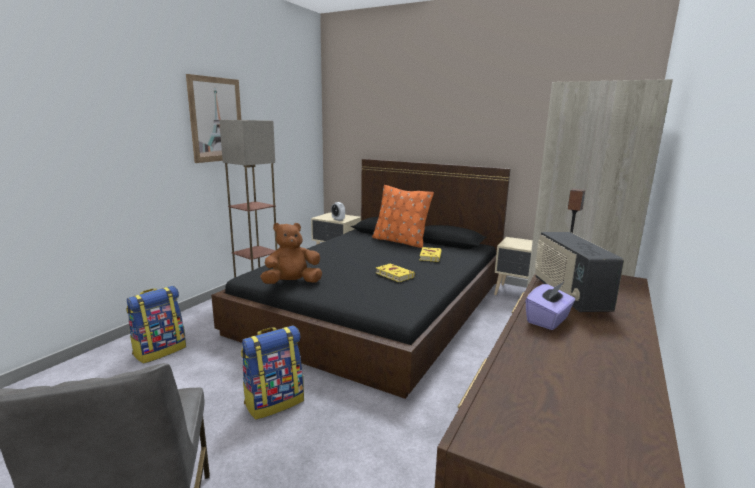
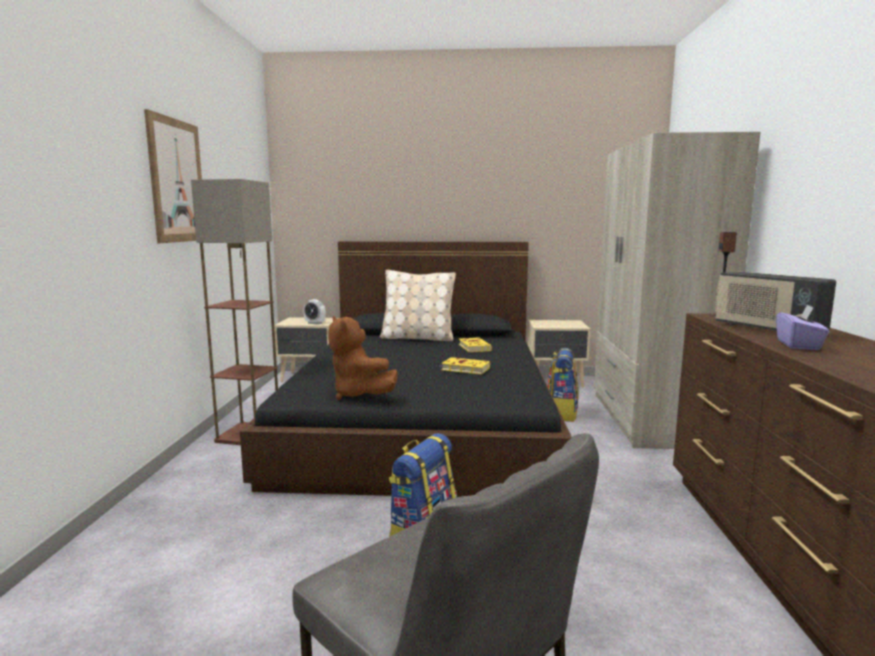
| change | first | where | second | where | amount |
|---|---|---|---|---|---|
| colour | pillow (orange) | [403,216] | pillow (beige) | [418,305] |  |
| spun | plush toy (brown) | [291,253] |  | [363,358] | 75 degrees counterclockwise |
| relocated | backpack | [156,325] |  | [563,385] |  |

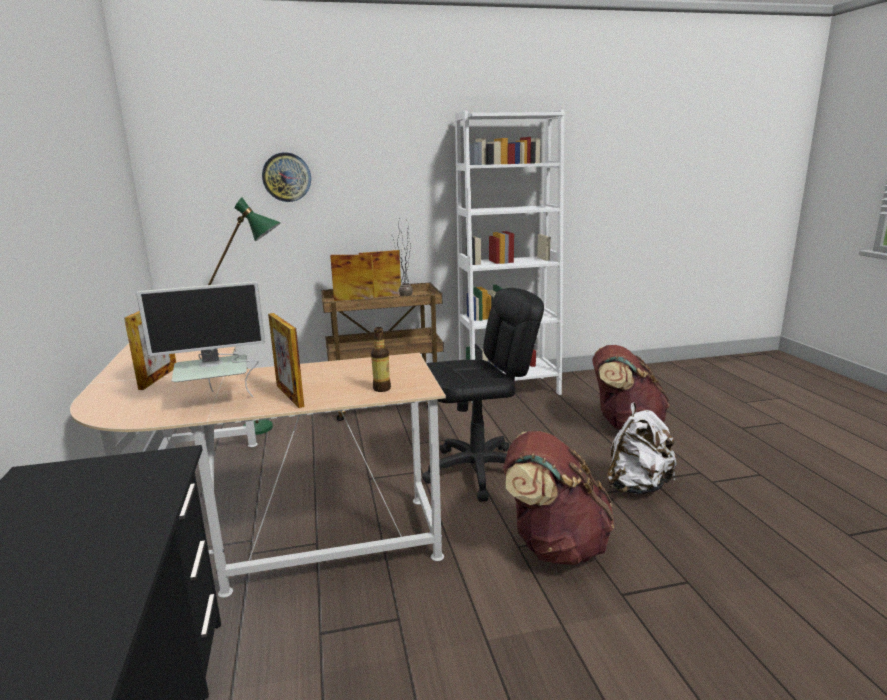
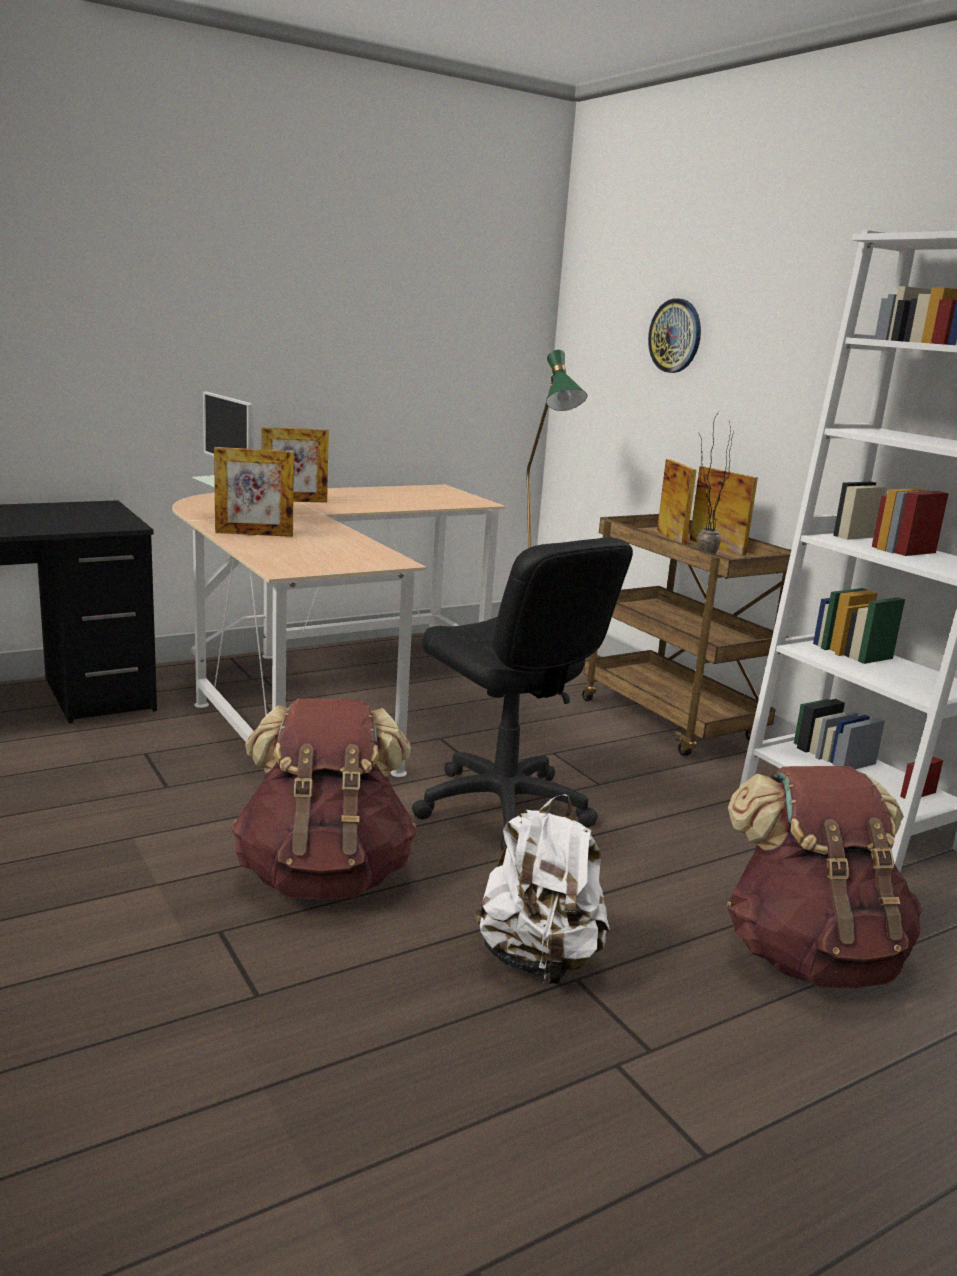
| change | first | where | second | where | amount |
|---|---|---|---|---|---|
| spun | picture frame | [286,360] |  | [254,492] | 135 degrees counterclockwise |
| missing | bottle | [381,359] |  |  |  |

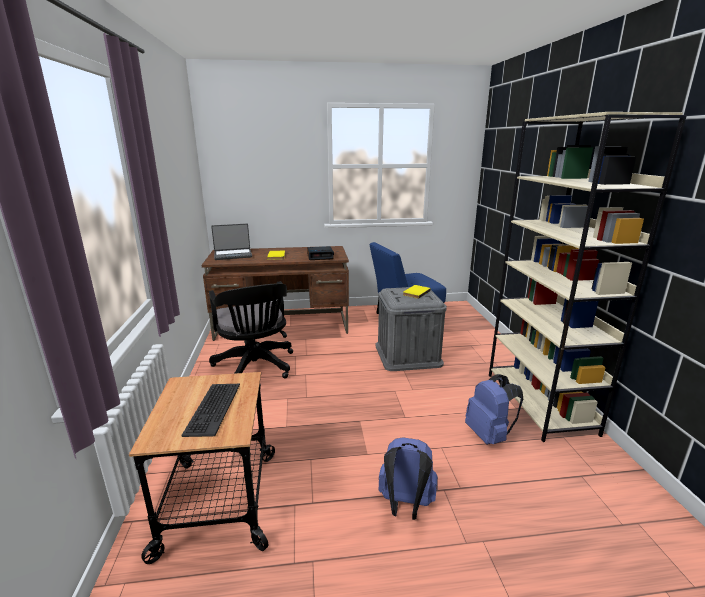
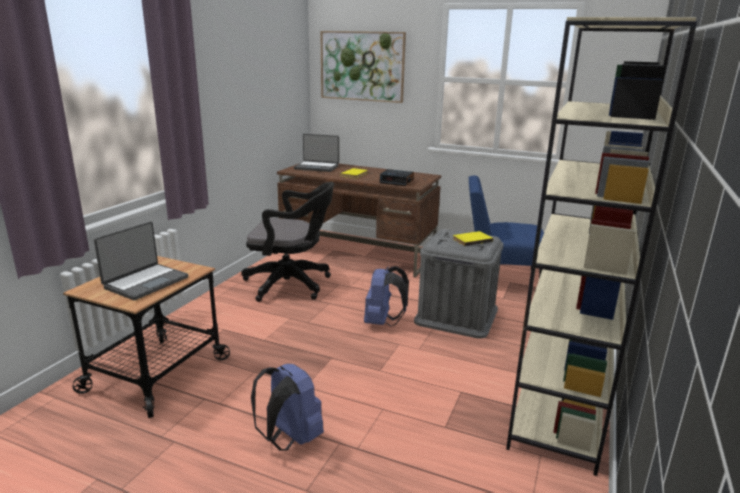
| change | first | where | second | where | amount |
|---|---|---|---|---|---|
| spun | office chair (black) | [251,329] |  | [287,242] | 90 degrees counterclockwise |
| relocated | backpack (blue) | [494,409] |  | [386,296] |  |
| exchanged | keyboard | [210,410] | laptop | [141,260] |  |
| appeared |  |  | picture | [363,67] |  |

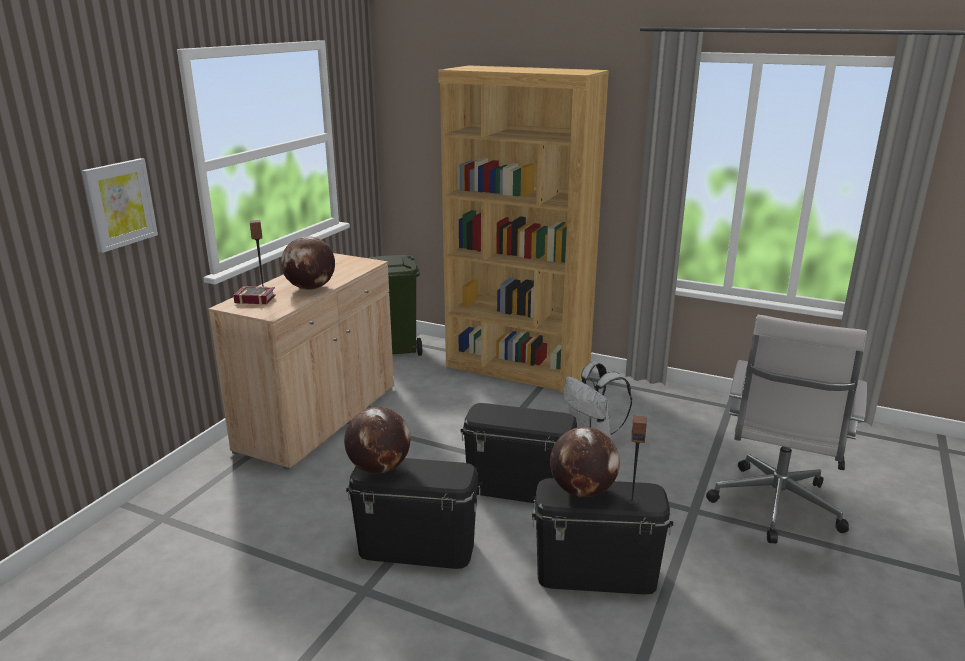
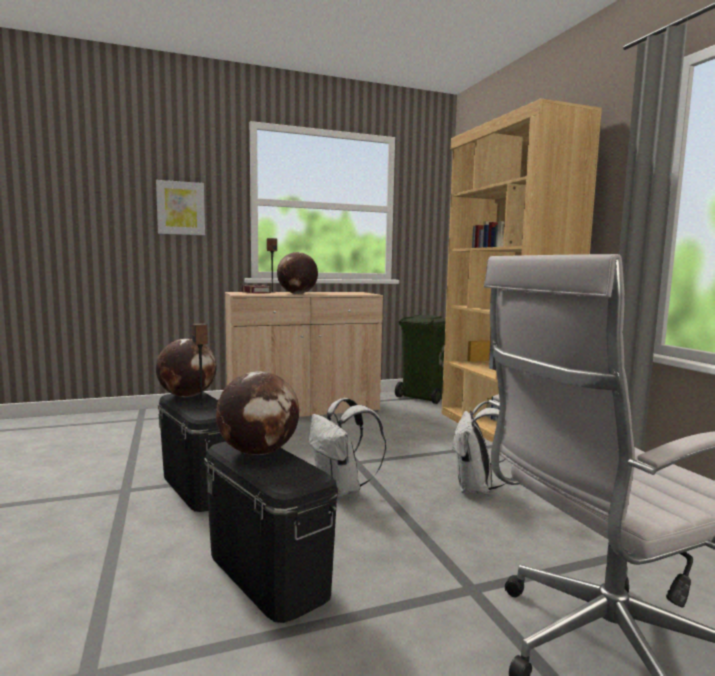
| change | first | where | second | where | amount |
|---|---|---|---|---|---|
| exchanged | storage box (black) | [518,453] | backpack (white) | [347,447] |  |
| relocated | speaker | [636,460] |  | [200,366] |  |

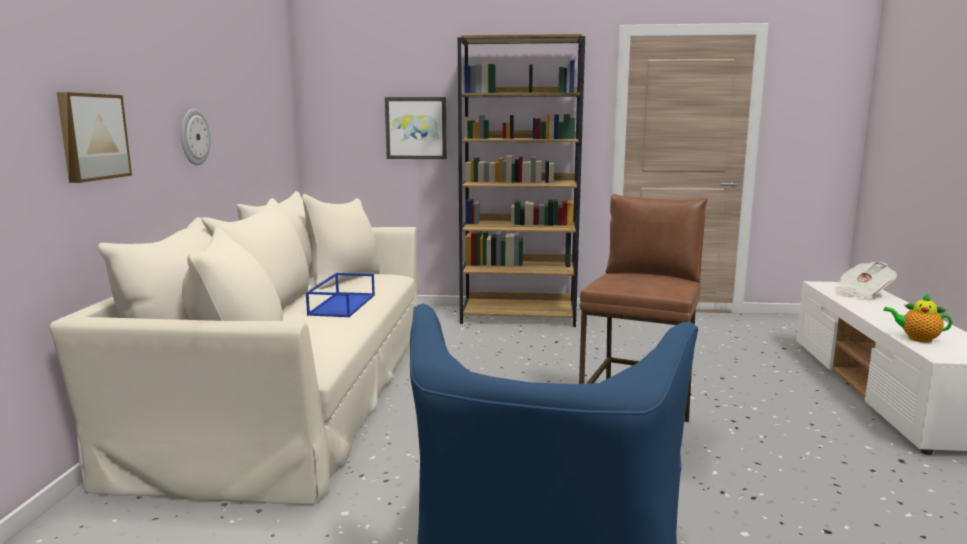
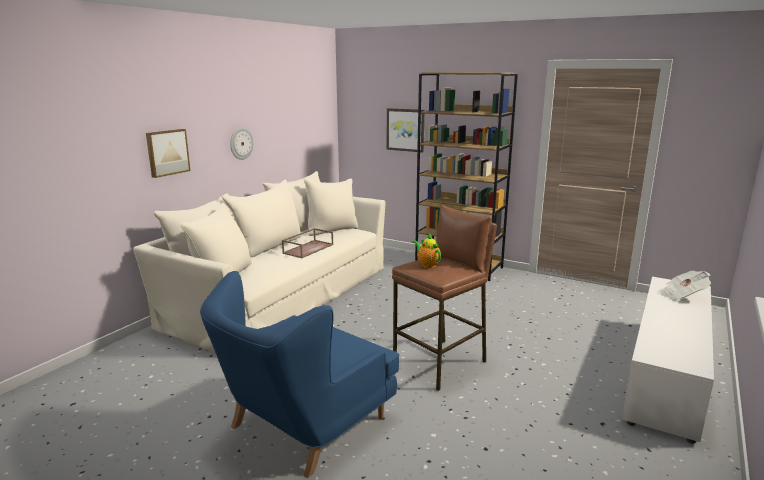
| change | first | where | second | where | amount |
|---|---|---|---|---|---|
| colour | tray (blue) | [340,295] | tray (brown) | [308,243] |  |
| relocated | teapot | [918,317] |  | [427,250] |  |

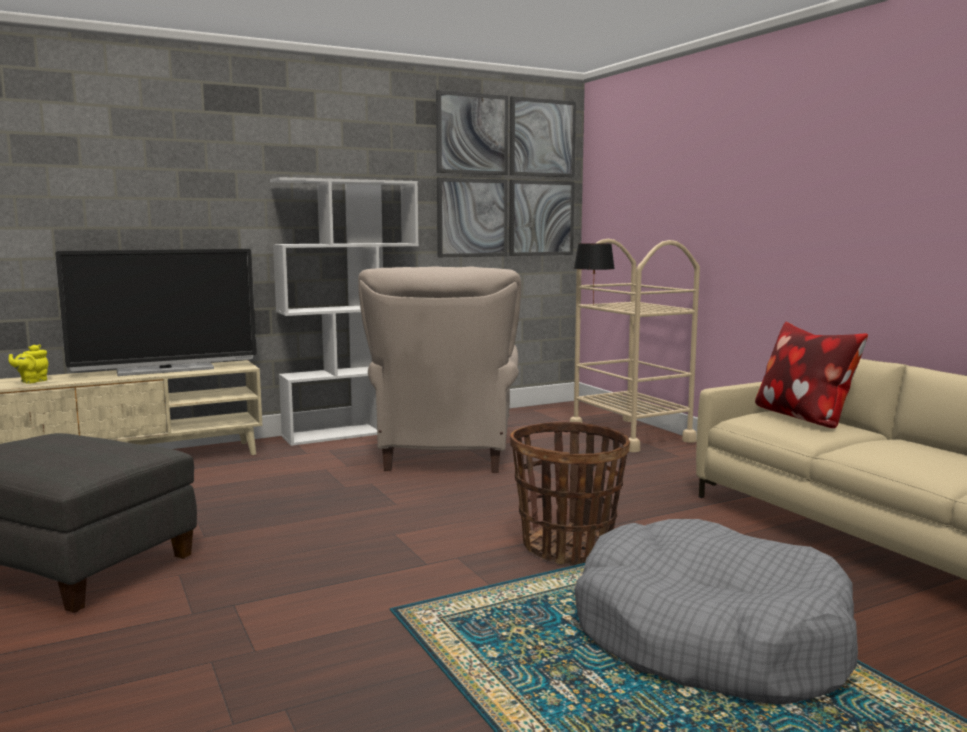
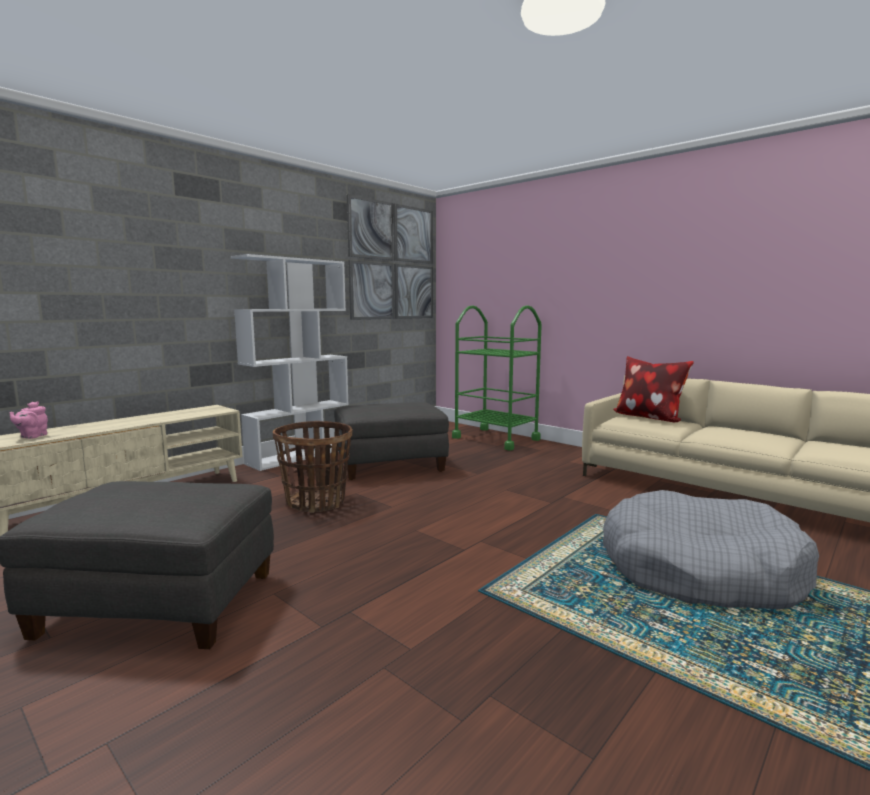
| change | first | where | second | where | amount |
|---|---|---|---|---|---|
| colour | cart (beige) | [635,345] | cart (green) | [497,377] |  |
| missing | table lamp (black) | [594,274] |  |  |  |
| missing | television | [156,312] |  |  |  |
| exchanged | armchair (beige) | [439,369] | ottoman (grey) | [391,441] |  |
| colour | teapot (yellow) | [28,364] | teapot (pink) | [29,420] |  |
| relocated | basket | [570,493] |  | [313,467] |  |

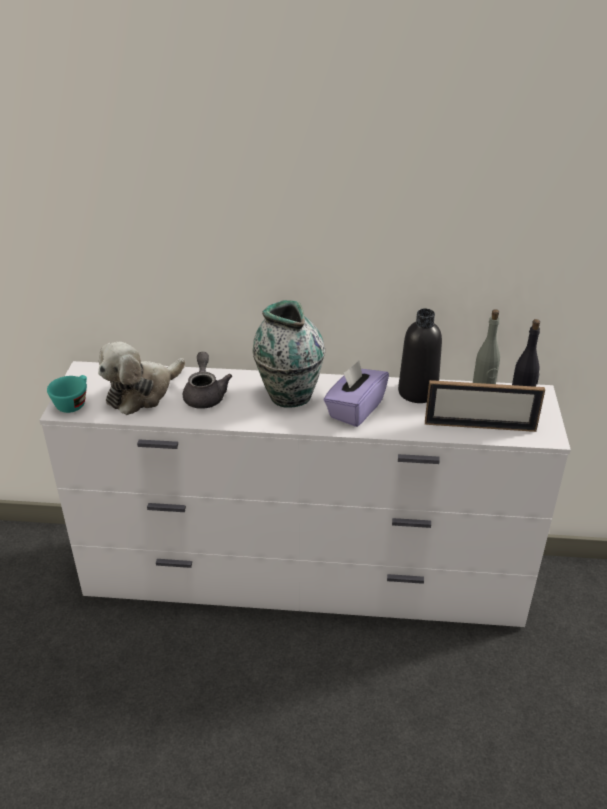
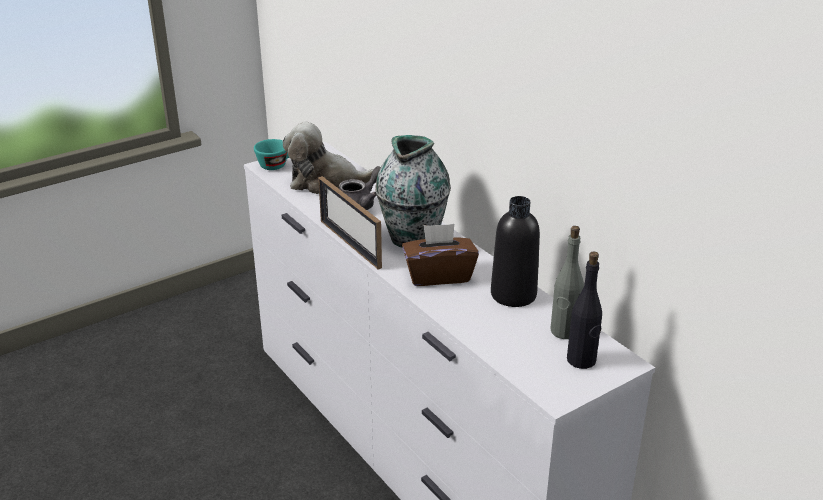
| change | first | where | second | where | amount |
|---|---|---|---|---|---|
| colour | tissue box (purple) | [356,393] | tissue box (brown) | [440,255] |  |
| relocated | picture frame | [485,406] |  | [350,223] |  |

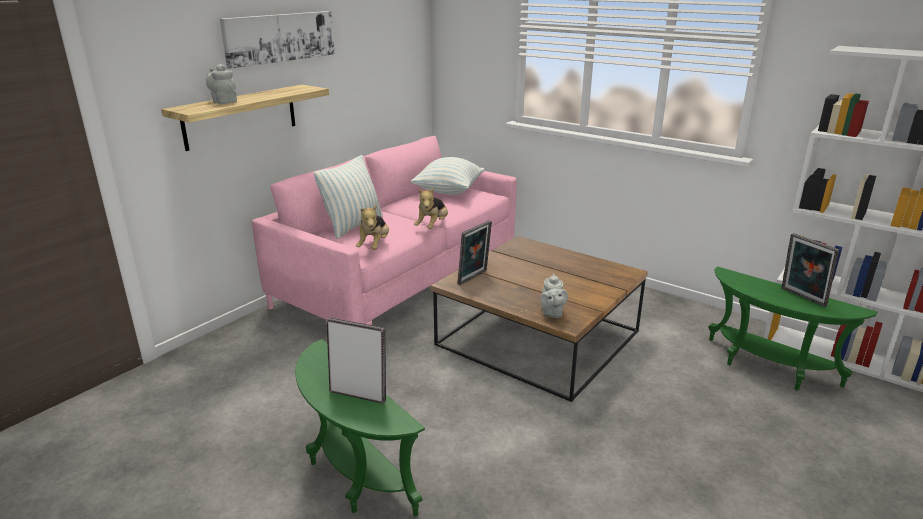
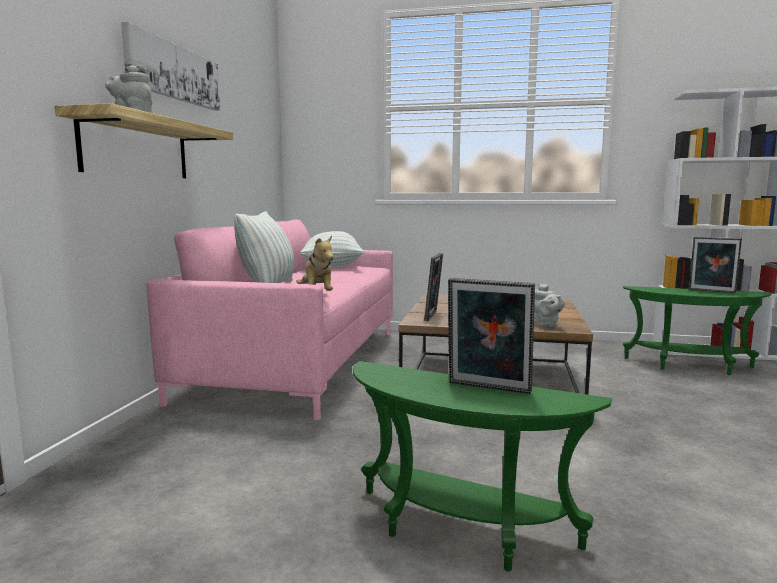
| change | first | where | second | where | amount |
|---|---|---|---|---|---|
| missing | plush toy | [431,208] |  |  |  |
| spun | picture frame | [356,360] |  | [491,336] | 150 degrees counterclockwise |

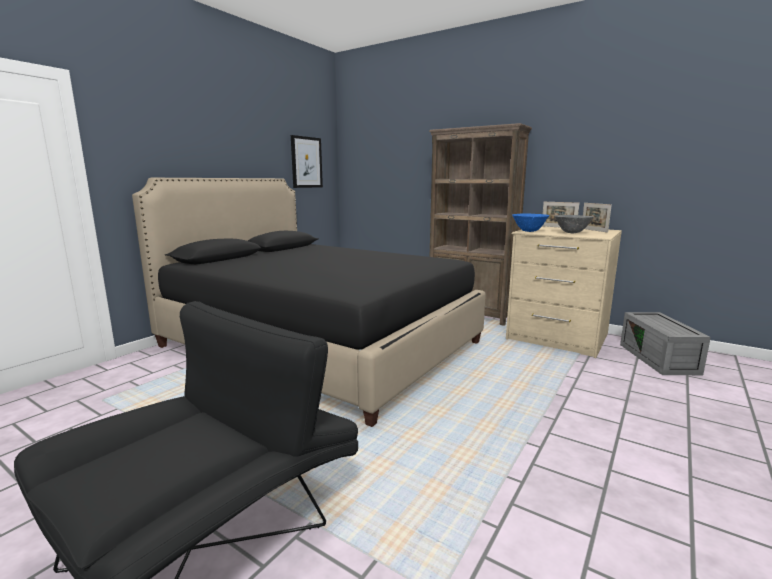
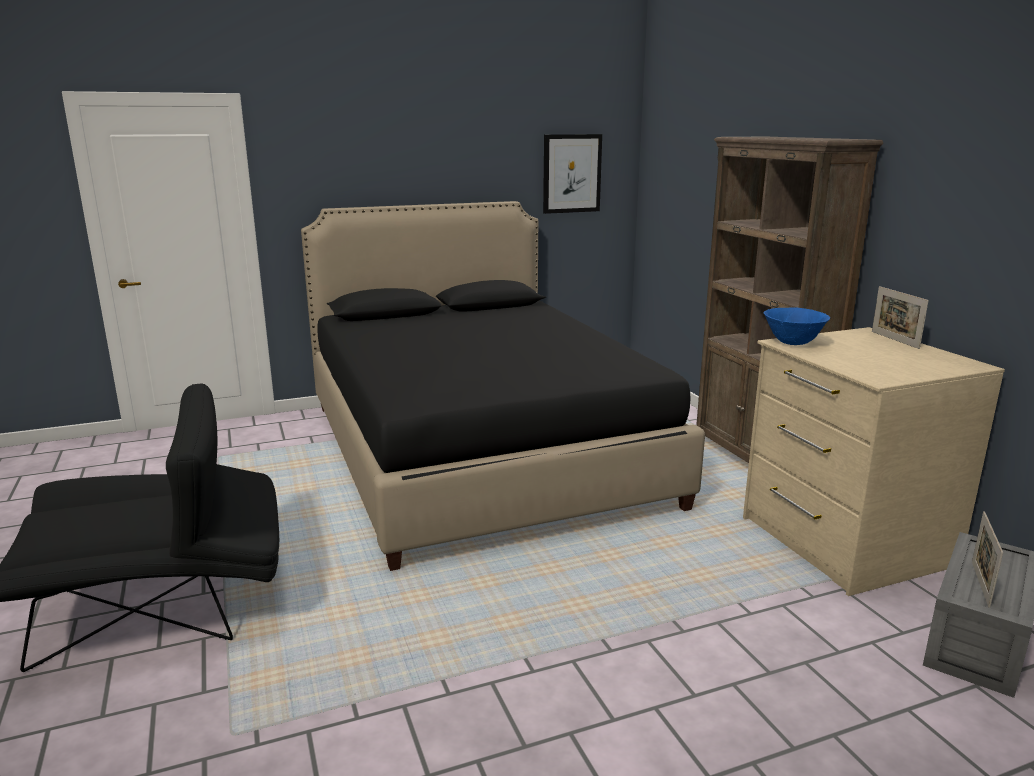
| change | first | where | second | where | amount |
|---|---|---|---|---|---|
| relocated | picture frame | [597,218] |  | [987,559] |  |
| missing | bowl (grey) | [574,224] |  |  |  |

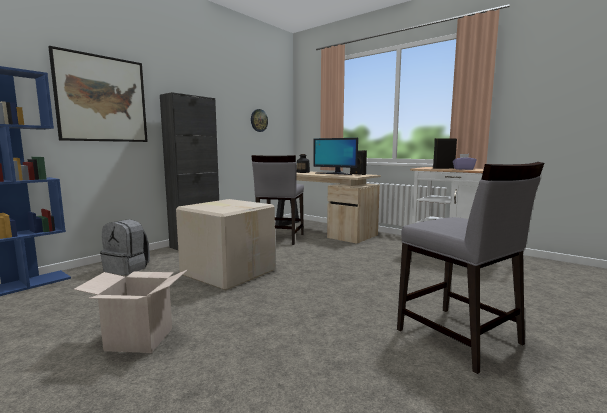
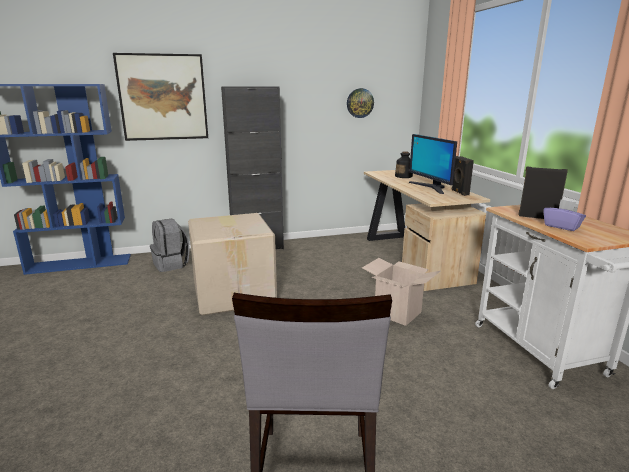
| change | first | where | second | where | amount |
|---|---|---|---|---|---|
| missing | chair (grey) | [277,200] |  |  |  |
| relocated | cardboard box | [131,311] |  | [401,292] |  |

